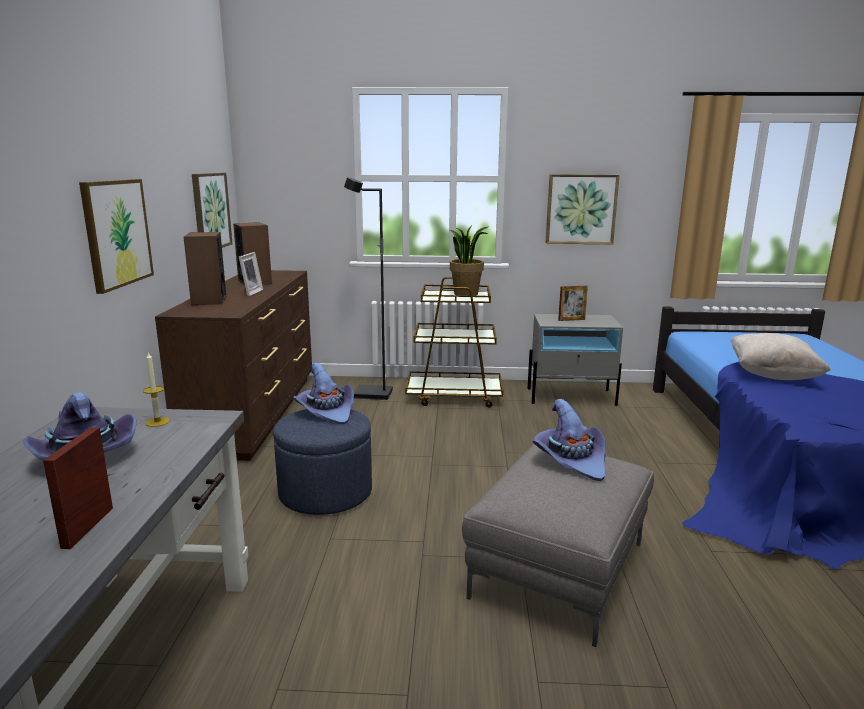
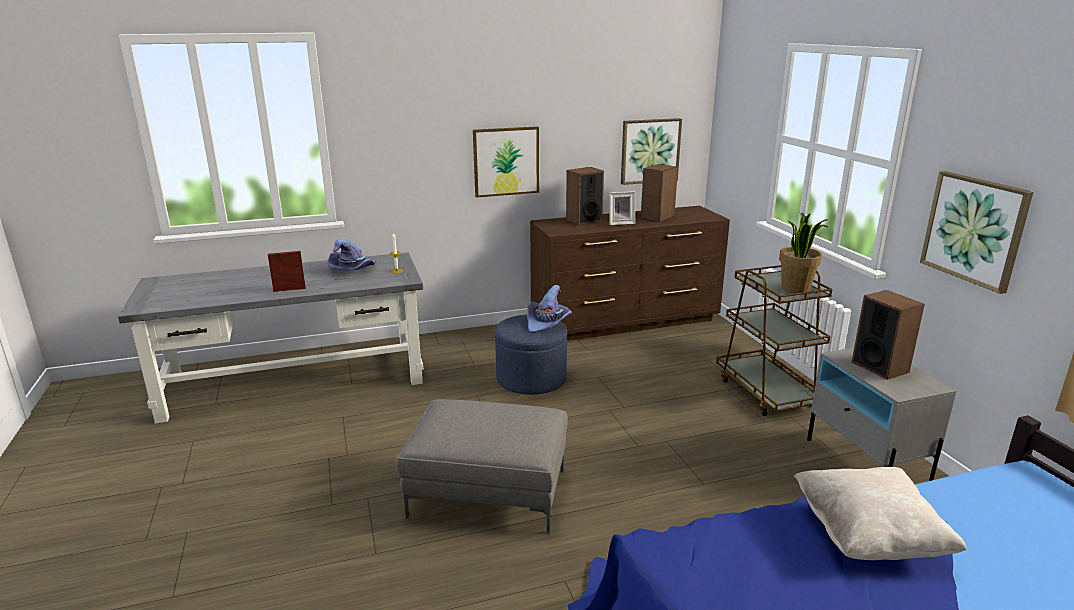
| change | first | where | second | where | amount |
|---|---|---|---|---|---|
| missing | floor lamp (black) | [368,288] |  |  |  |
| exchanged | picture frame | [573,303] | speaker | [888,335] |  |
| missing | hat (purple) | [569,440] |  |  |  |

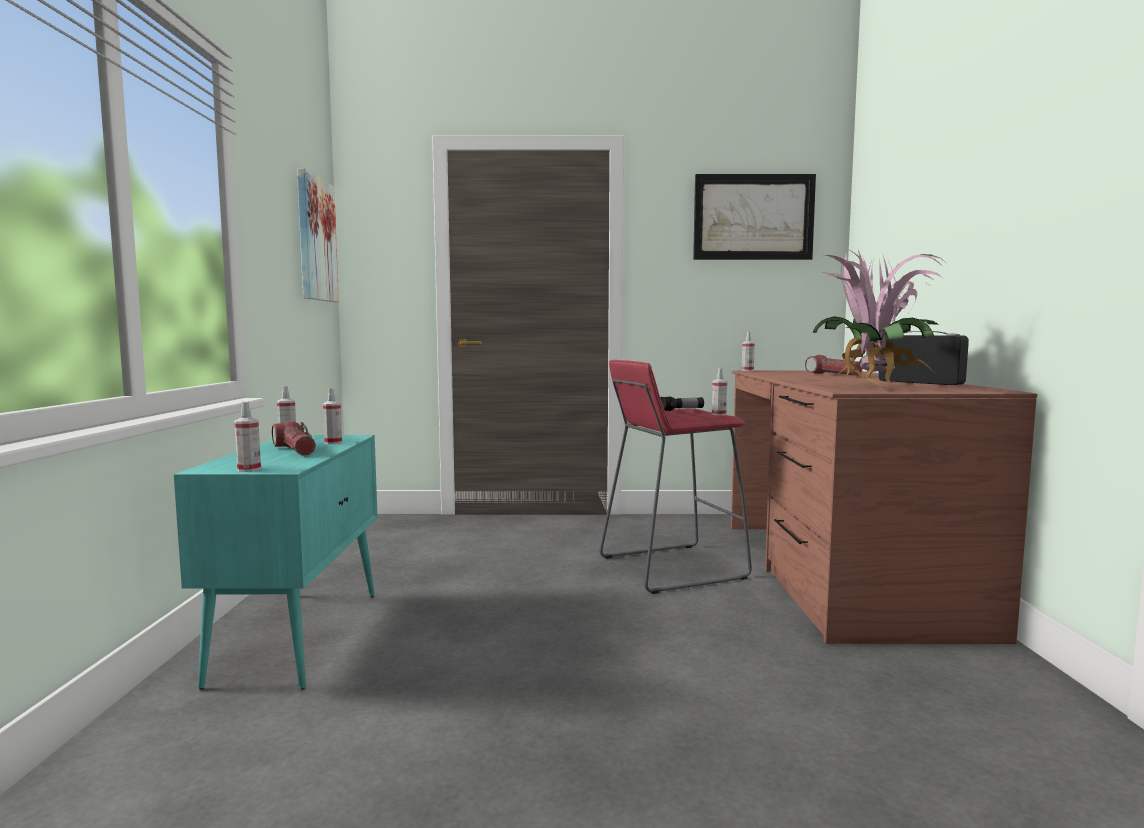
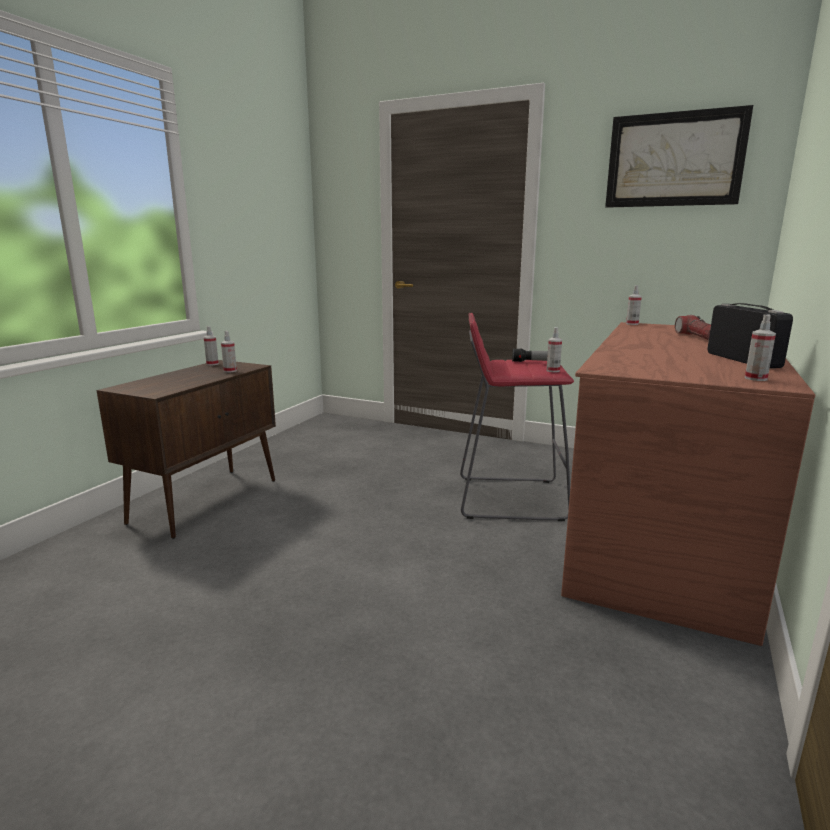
| change | first | where | second | where | amount |
|---|---|---|---|---|---|
| missing | picture | [318,235] |  |  |  |
| missing | potted plant | [880,320] |  |  |  |
| relocated | spray bottle | [247,436] |  | [760,347] |  |
| missing | flashlight | [294,438] |  |  |  |
| colour | cabinet (turquoise) | [276,562] | cabinet (brown) | [186,449] |  |

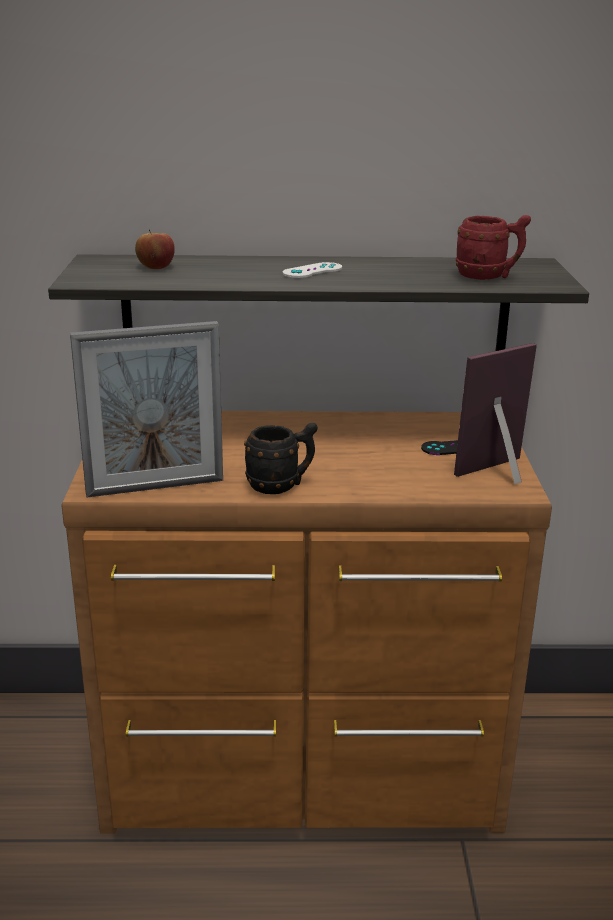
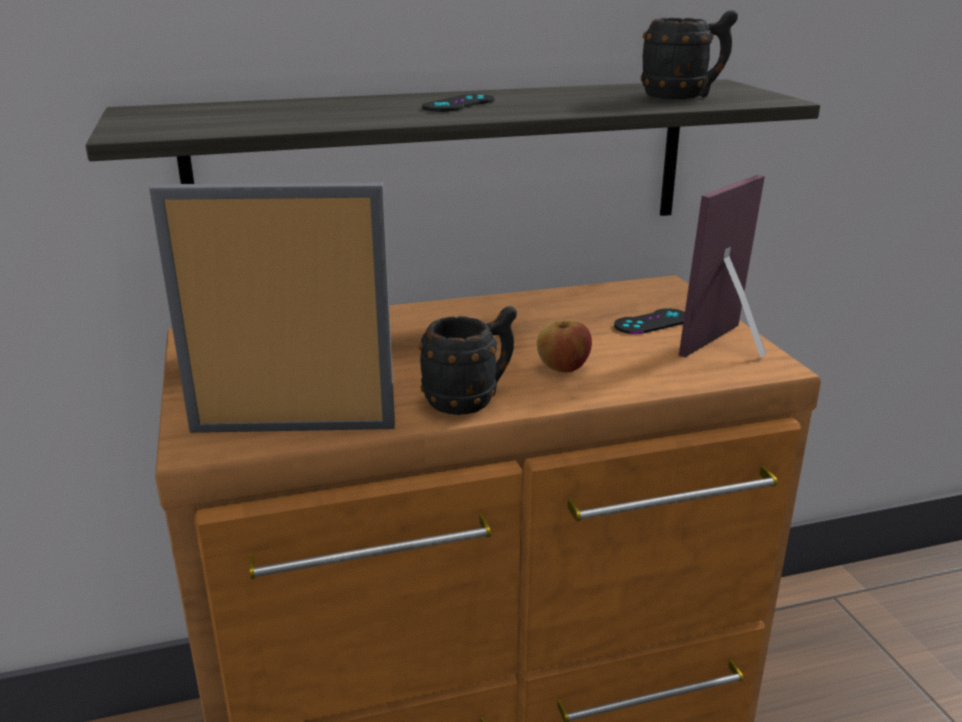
| change | first | where | second | where | amount |
|---|---|---|---|---|---|
| colour | mug (red) | [493,247] | mug (black) | [689,54] |  |
| relocated | apple | [155,249] |  | [564,346] |  |
| colour | game controller (white) | [312,270] | game controller (black) | [458,103] |  |
| spun | picture frame | [146,409] |  | [272,307] | 150 degrees counterclockwise |

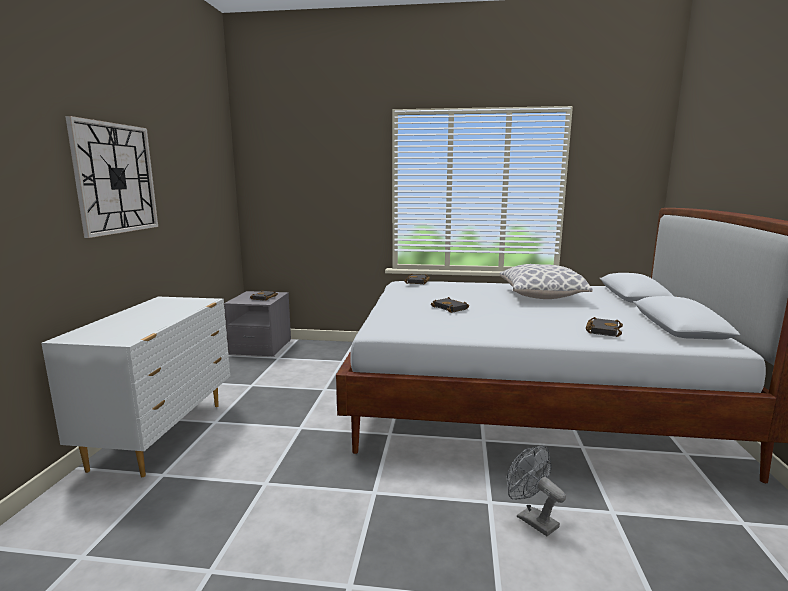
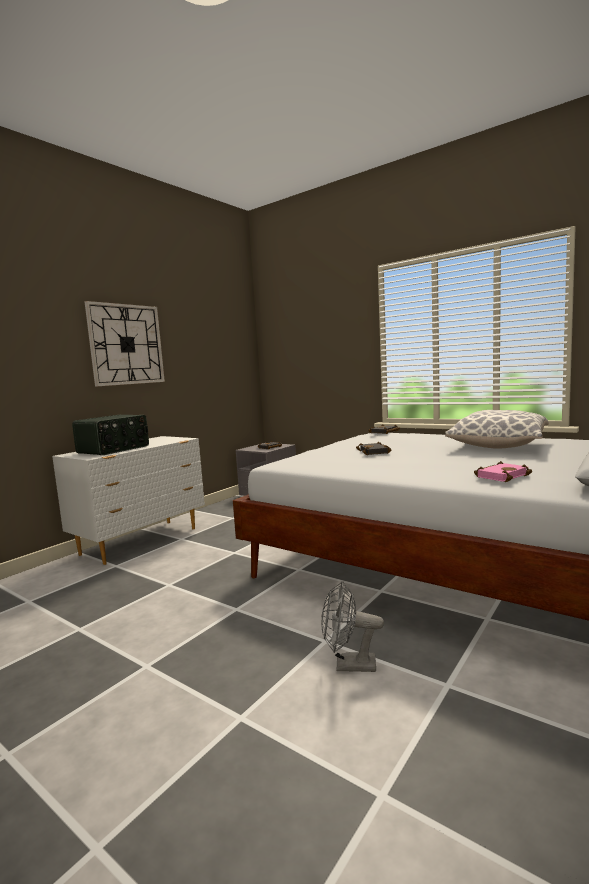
| change | first | where | second | where | amount |
|---|---|---|---|---|---|
| colour | book (black) | [604,327] | book (pink) | [503,471] |  |
| spun | fan (grey) | [536,490] |  | [352,626] | 75 degrees counterclockwise |
| appeared |  |  | radio | [110,435] |  |

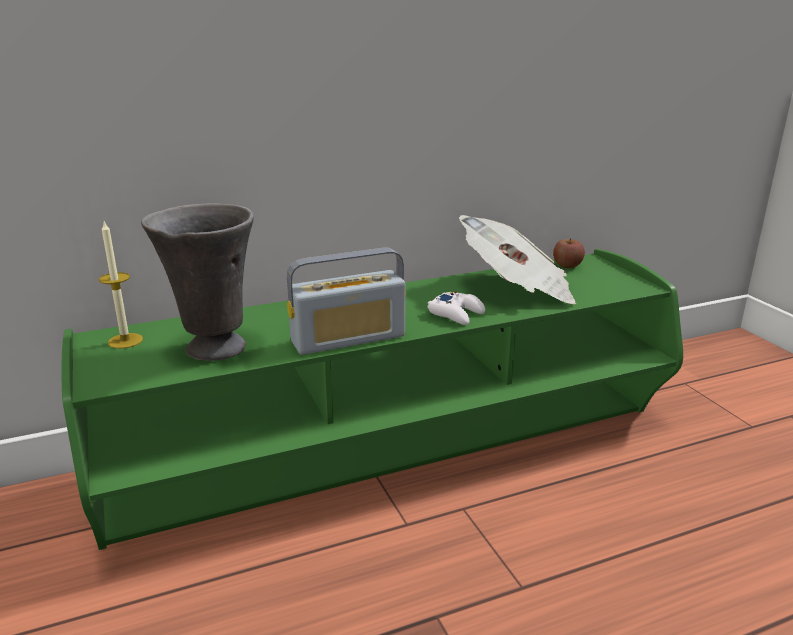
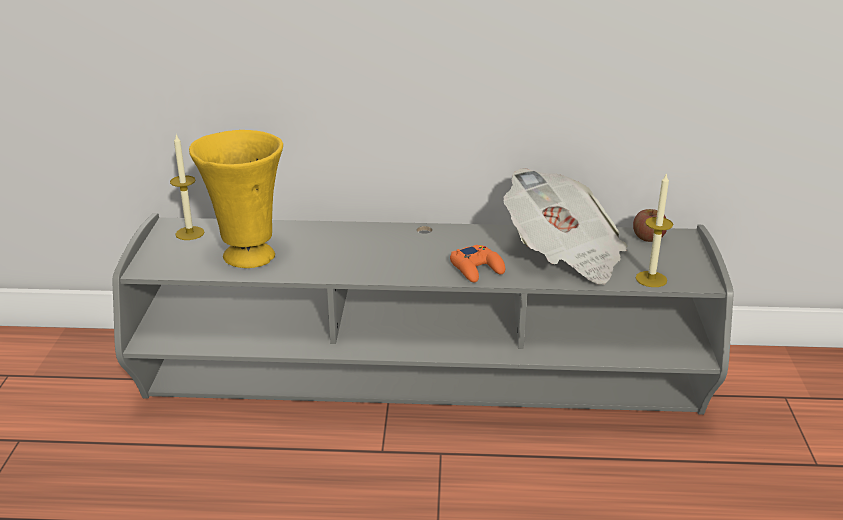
| change | first | where | second | where | amount |
|---|---|---|---|---|---|
| colour | vase (grey) | [197,282] | vase (yellow) | [236,199] |  |
| missing | radio | [346,301] |  |  |  |
| colour | tv stand (green) | [372,399] | tv stand (grey) | [423,314] |  |
| colour | game controller (white) | [456,308] | game controller (orange) | [477,263] |  |
| appeared |  |  | candle | [654,230] |  |

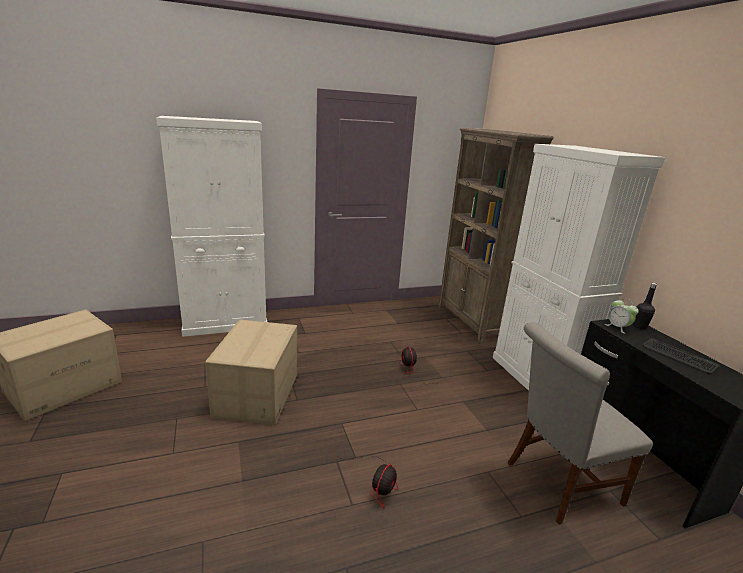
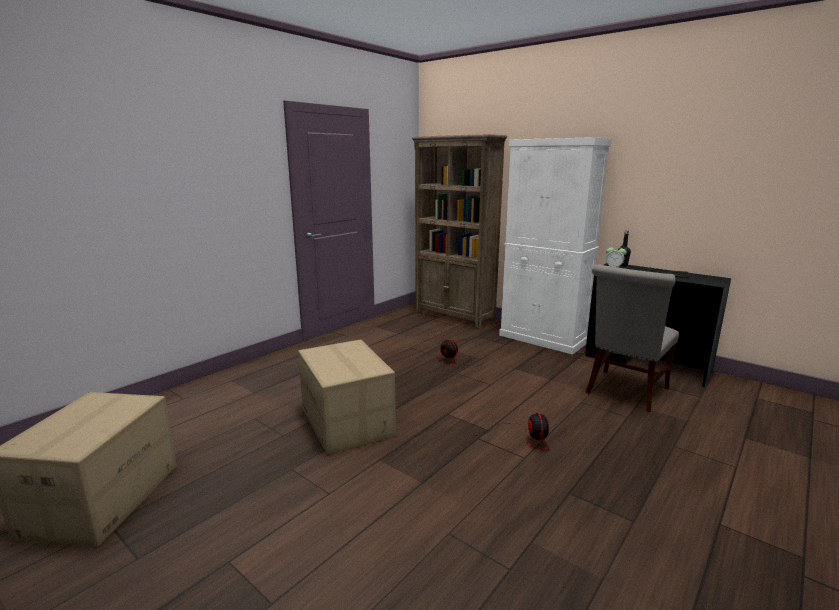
| change | first | where | second | where | amount |
|---|---|---|---|---|---|
| missing | cabinet (white) | [211,226] |  |  |  |

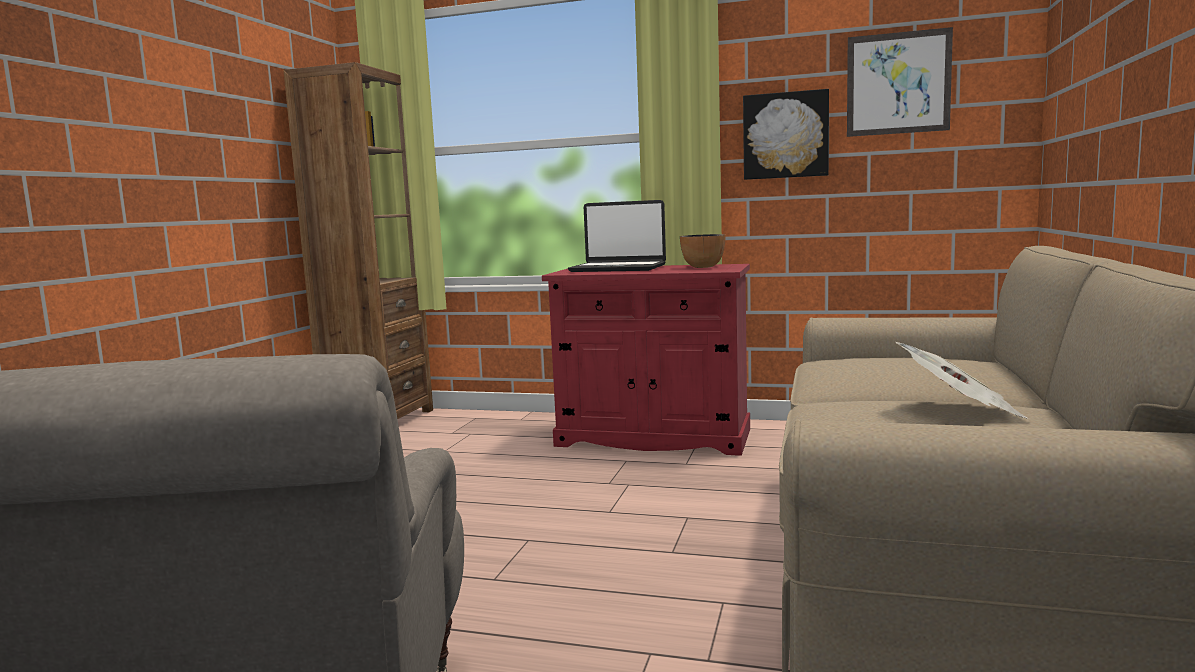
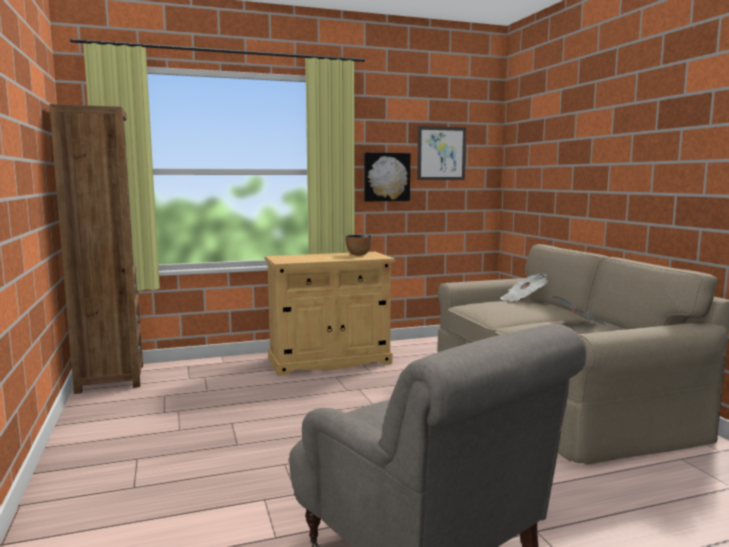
| change | first | where | second | where | amount |
|---|---|---|---|---|---|
| missing | laptop | [617,236] |  |  |  |
| colour | cabinet (red) | [646,360] | cabinet (beige) | [330,314] |  |
| appeared |  |  | newspaper | [524,287] |  |

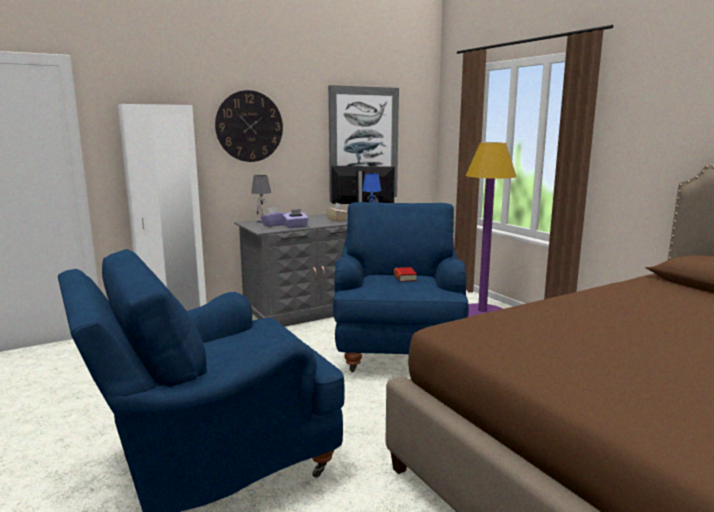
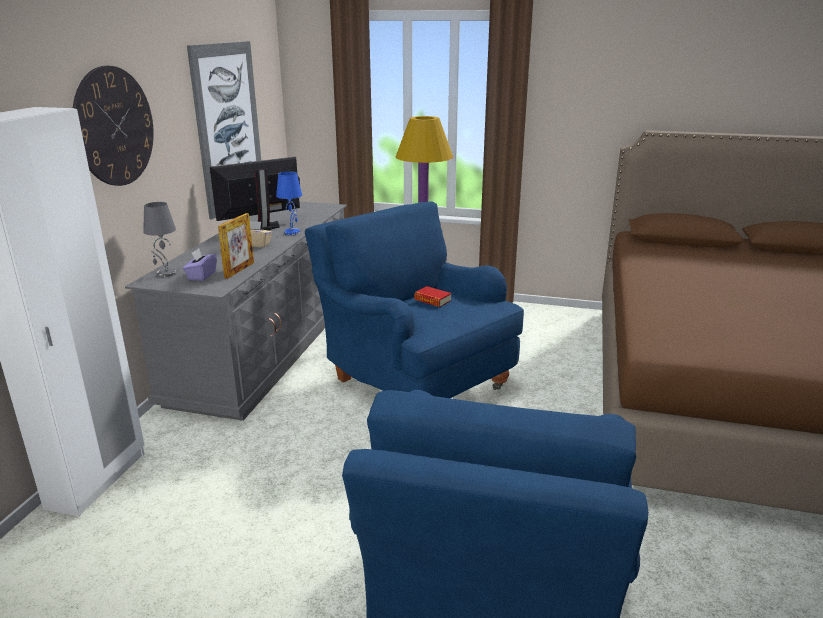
| change | first | where | second | where | amount |
|---|---|---|---|---|---|
| exchanged | tissue box (purple) | [296,218] | picture frame | [236,246] |  |

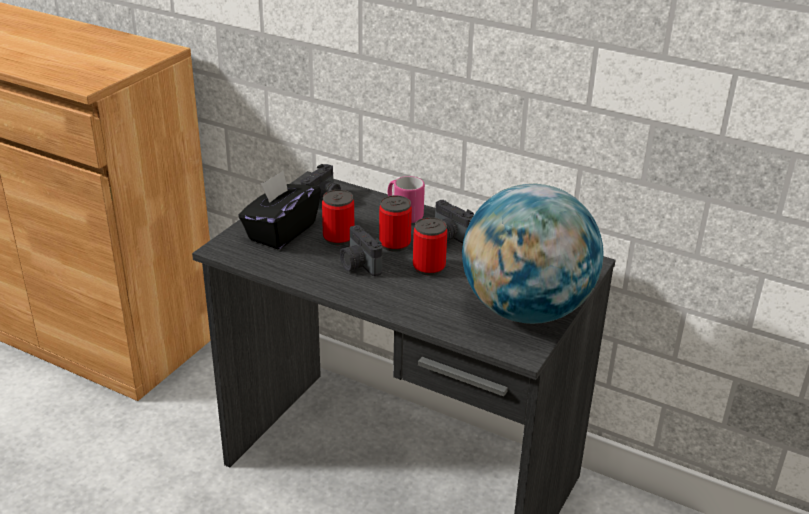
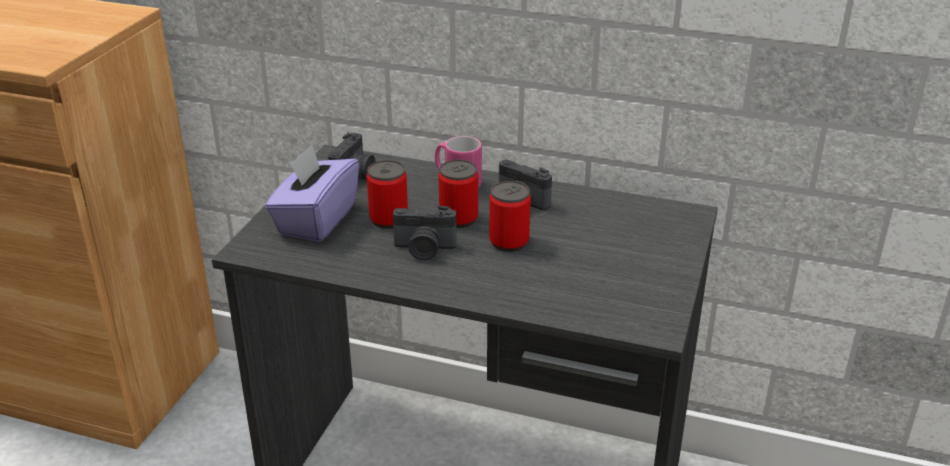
| change | first | where | second | where | amount |
|---|---|---|---|---|---|
| colour | tissue box (black) | [279,210] | tissue box (purple) | [312,193] |  |
| missing | globe | [532,253] |  |  |  |
| spun | photo camera | [361,250] |  | [425,233] | 45 degrees counterclockwise |

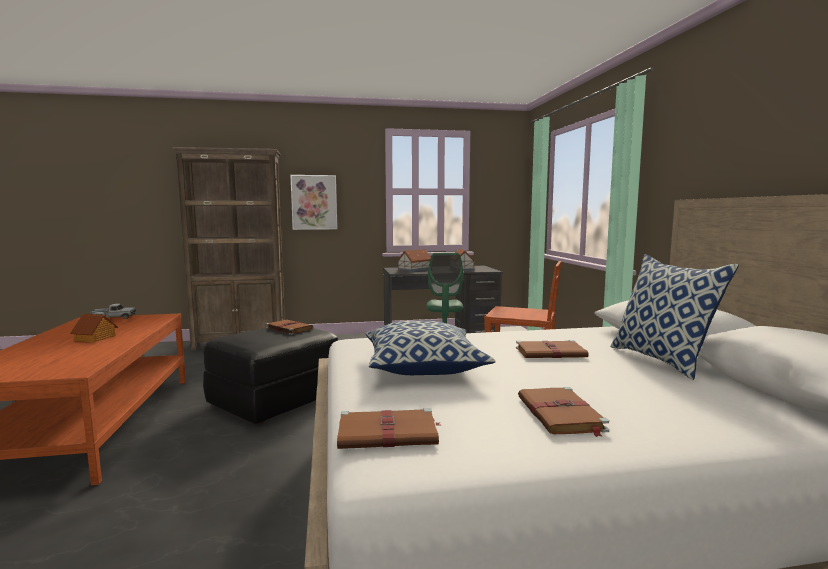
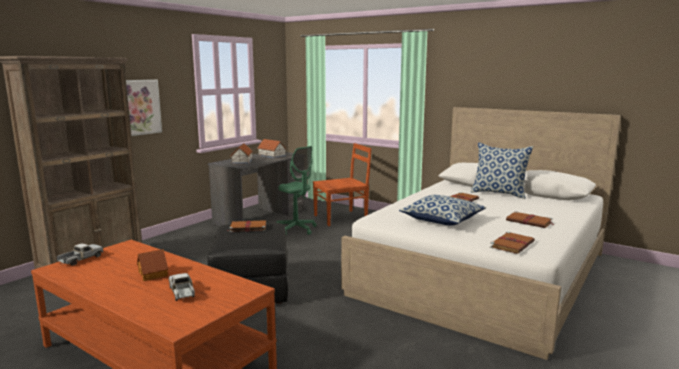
| change | first | where | second | where | amount |
|---|---|---|---|---|---|
| appeared |  |  | toy truck | [182,287] |  |

